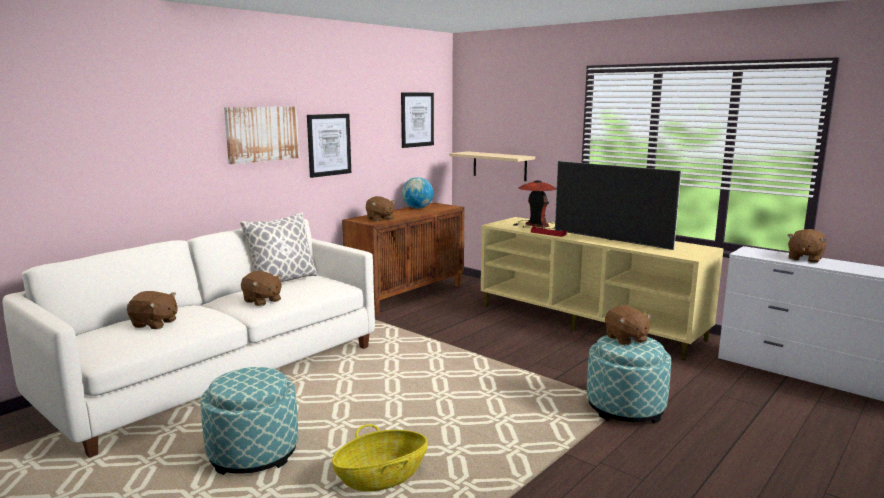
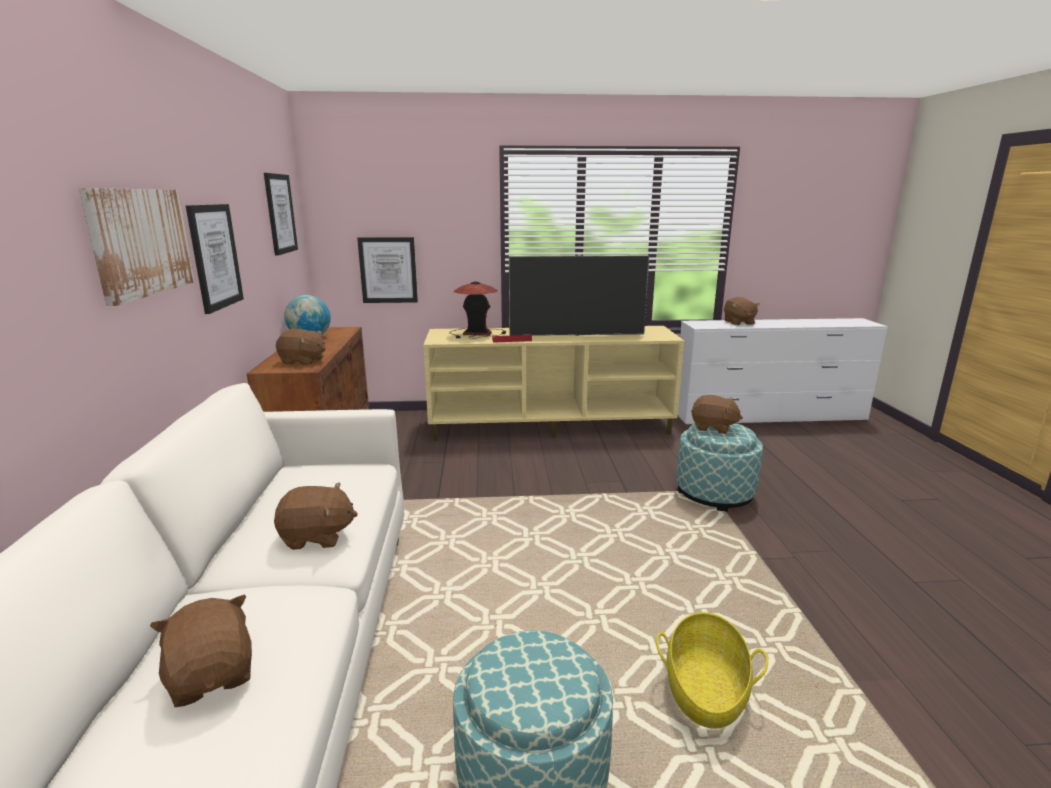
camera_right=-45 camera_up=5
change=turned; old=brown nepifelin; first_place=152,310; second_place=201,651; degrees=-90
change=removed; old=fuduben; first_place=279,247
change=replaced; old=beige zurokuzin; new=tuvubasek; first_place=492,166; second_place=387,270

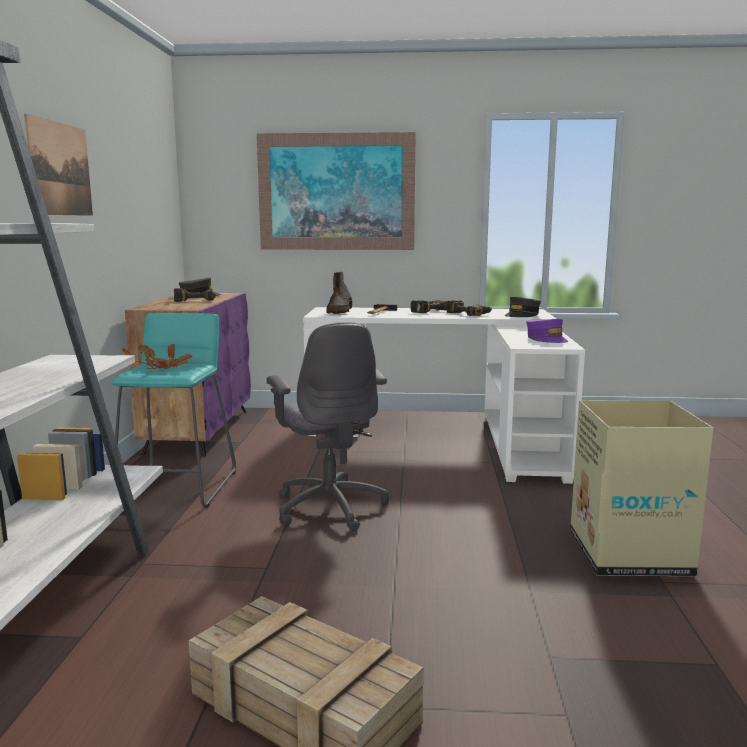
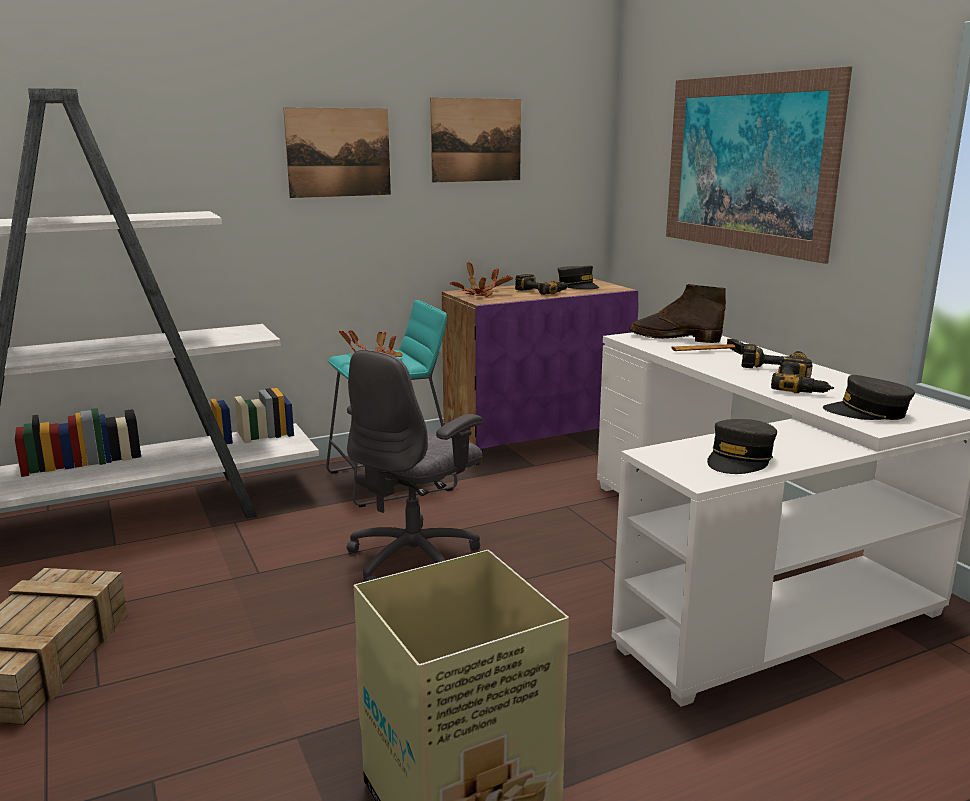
camera_right=60 camera_up=5
change=turned; old=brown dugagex; first_place=339,293; second_place=677,313; degrees=45
change=recoloured; old=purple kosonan; new=grey kosonan; first_place=547,331; second_place=742,446
change=added; new=tuvubasek; second_place=475,140
change=added; new=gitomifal; second_place=481,279

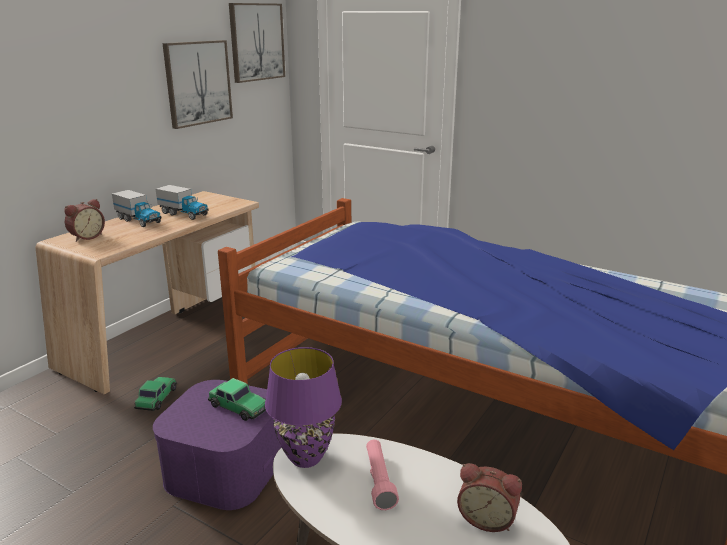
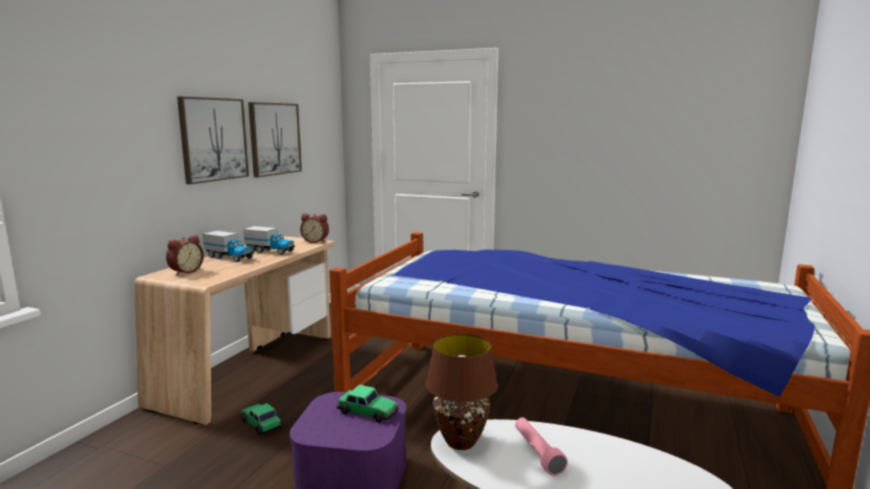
camera_right=-10 camera_up=-10
change=turned; old=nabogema; first_place=155,394; second_place=261,419; degrees=-45
change=moved; old=tuvubasek; first_place=257,43; second_place=213,140
change=recoloured; old=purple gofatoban; new=brown gofatoban; first_place=303,407; second_place=462,392
change=moved; old=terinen; first_place=489,497; second_place=314,228

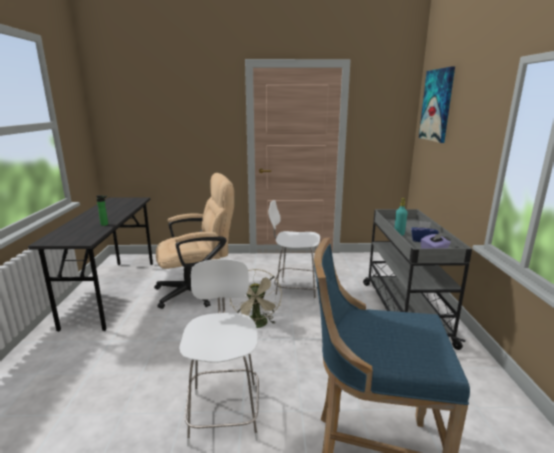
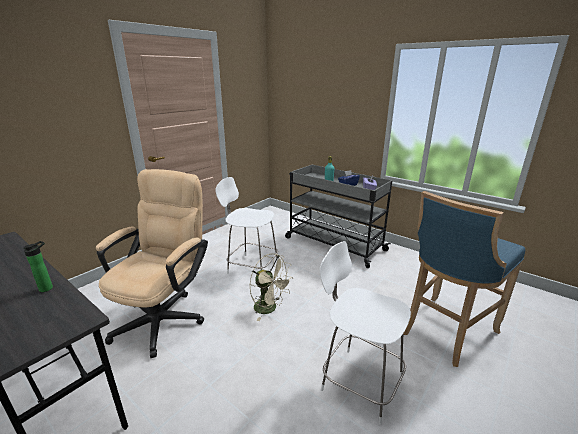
camera_right=-50 camera_up=5
change=turned; old=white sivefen; first_place=294,252; second_place=247,225; degrees=60
change=removed; old=tuvubasek; first_place=437,105

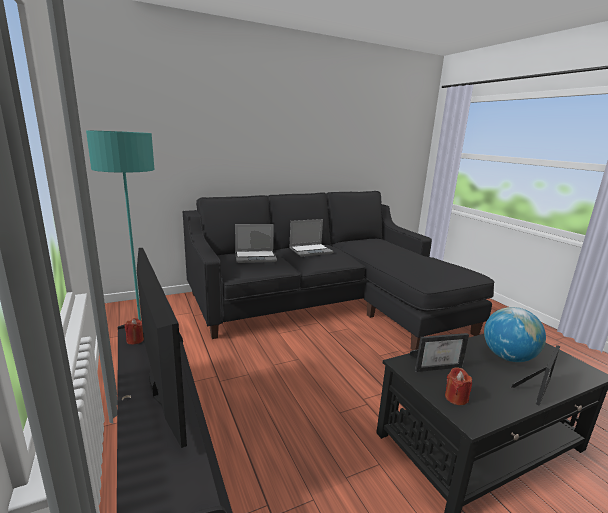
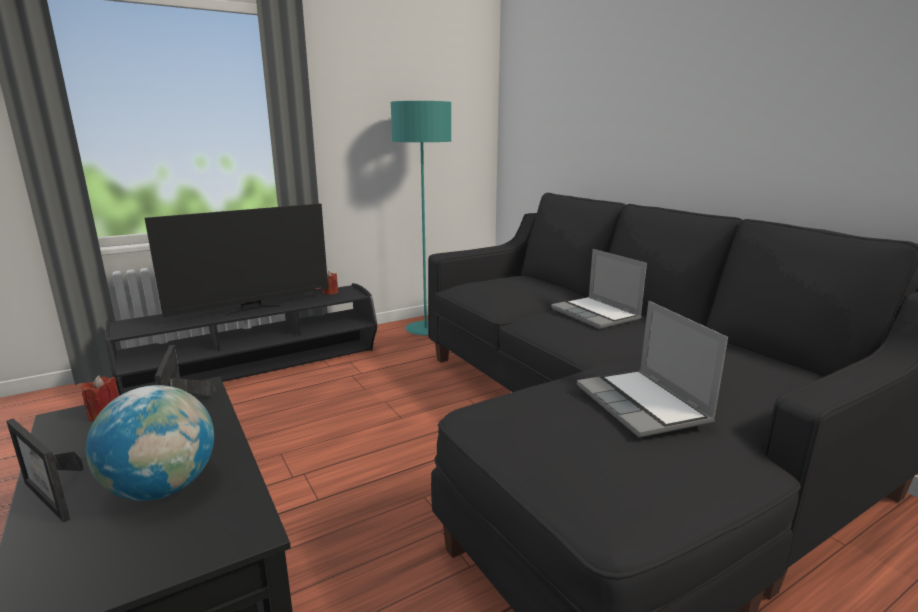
camera_right=85 camera_up=0
change=moved; old=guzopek; first_place=256,243; second_place=652,369

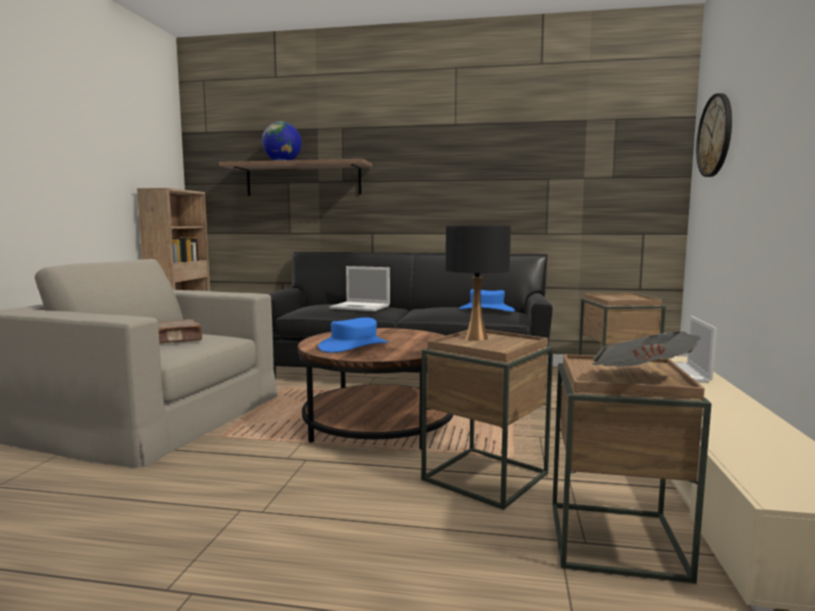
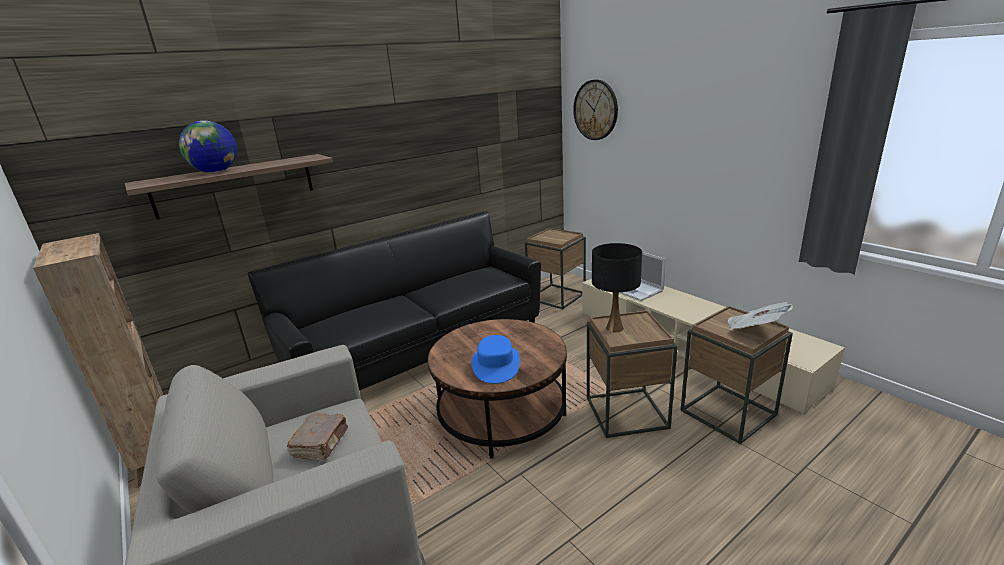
camera_right=-45 camera_up=15
change=removed; old=guzopek; first_place=359,288
change=removed; old=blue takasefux; first_place=487,300

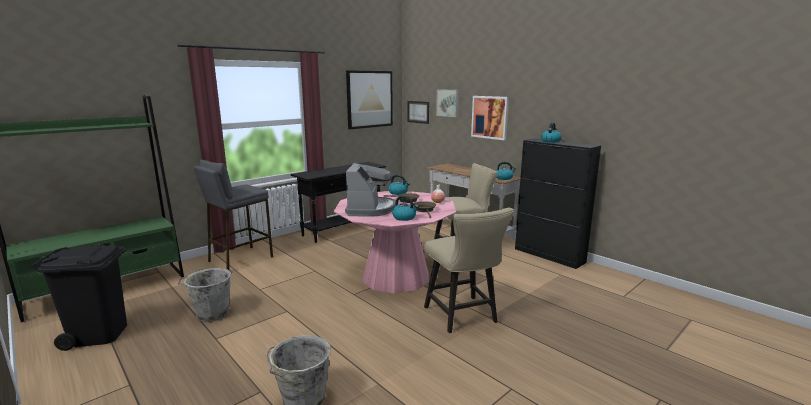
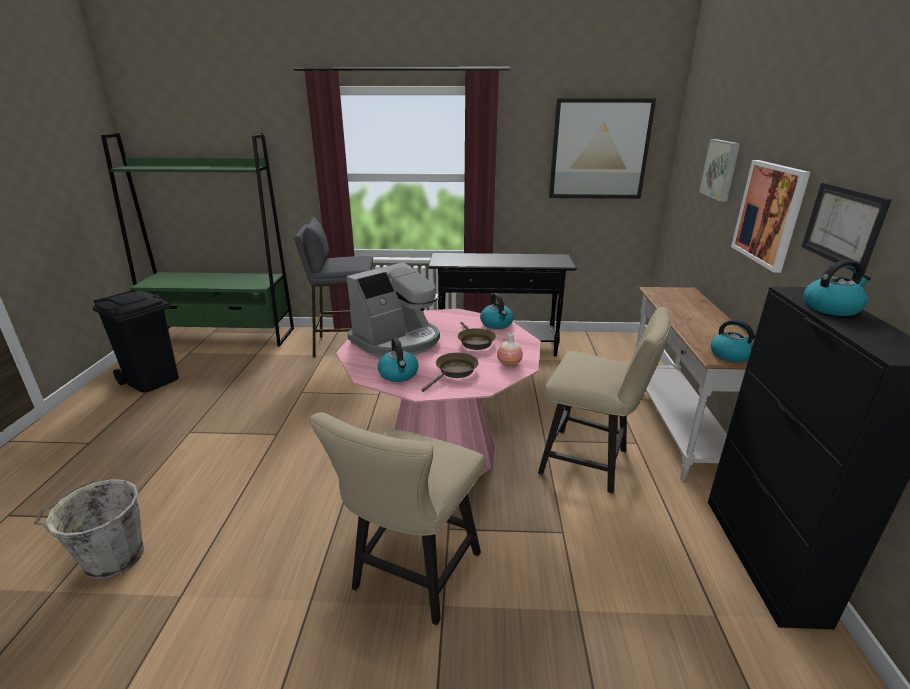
camera_right=45 camera_up=10
change=removed; old=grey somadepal; first_place=204,295
change=moved; old=tuvubasek; first_place=418,112; second_place=847,227

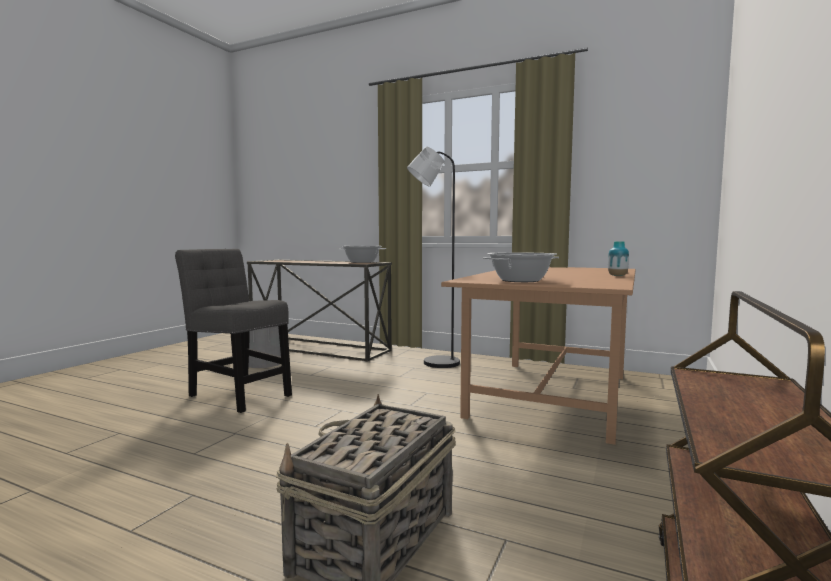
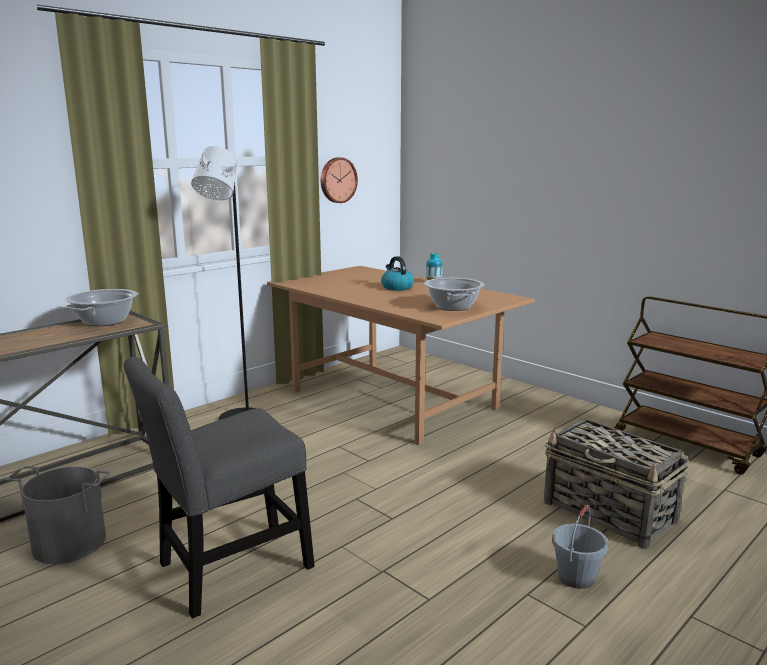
camera_right=-70 camera_up=10
change=added; new=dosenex; second_place=339,180
change=added; new=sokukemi; second_place=397,273
change=added; new=grey somadepal; second_place=580,547

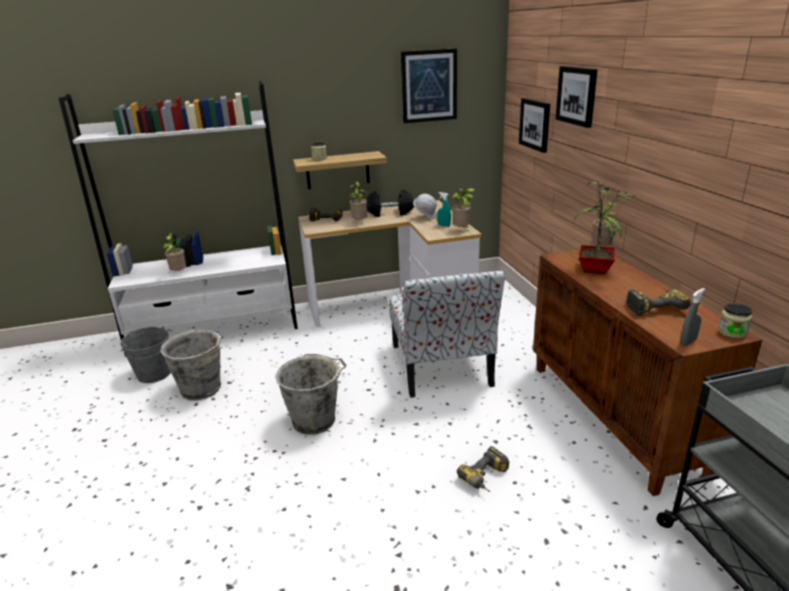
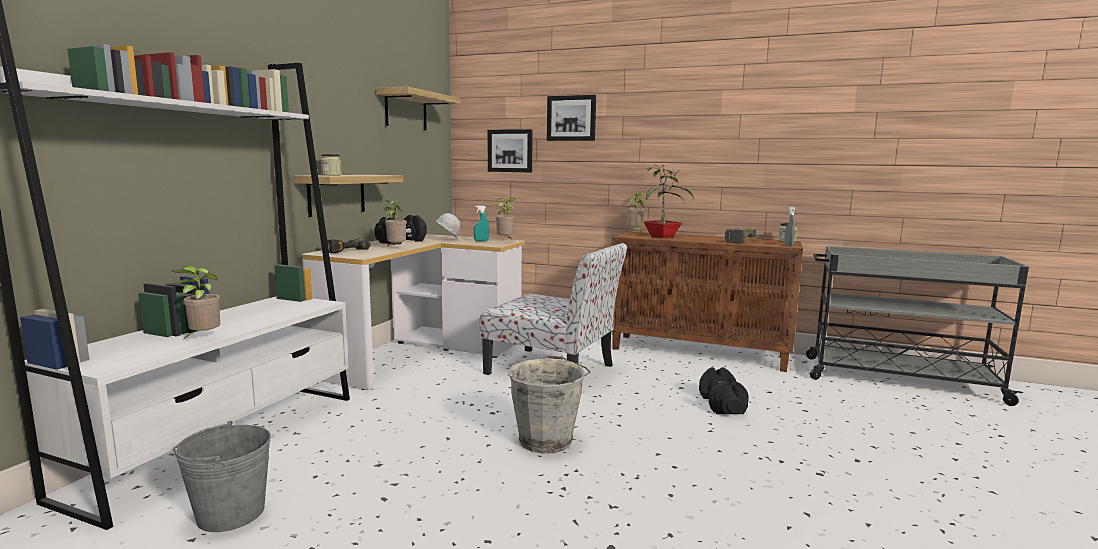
camera_right=-55 camera_up=-15
change=removed; old=grey somadepal; first_place=191,365
change=replaced; old=tuvubasek; new=zurokuzin; first_place=429,85; second_place=418,108
change=replaced; old=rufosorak; new=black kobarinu; first_place=483,469; second_place=724,390

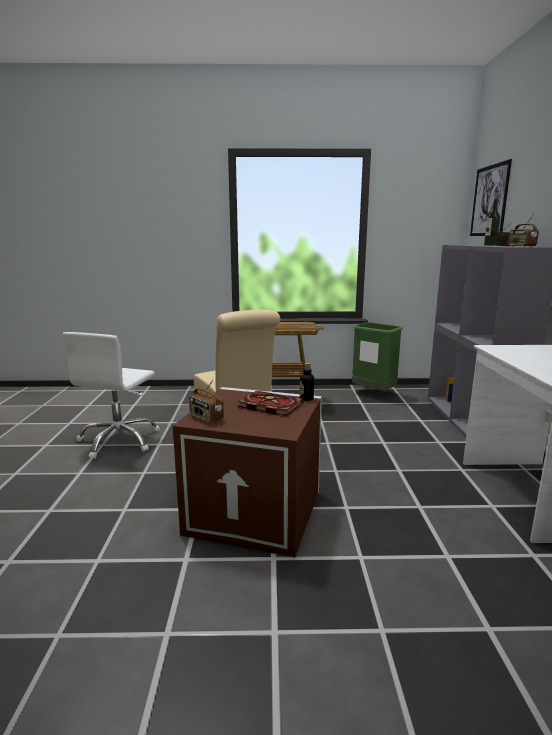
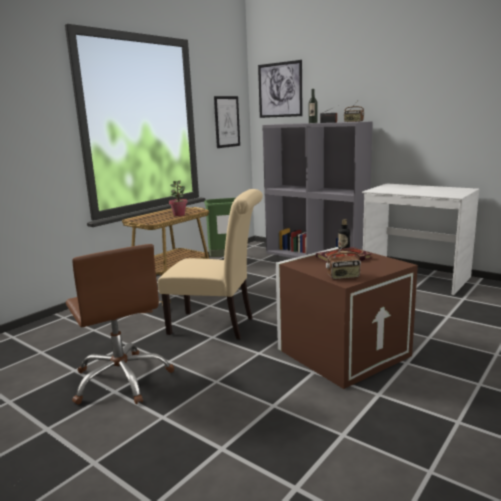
camera_right=-50 camera_up=0
change=recoloured; old=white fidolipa; new=brown fidolipa; first_place=111,395; second_place=120,324
change=added; new=gitomifal; second_place=178,198
change=added; new=tuvubasek; second_place=227,122

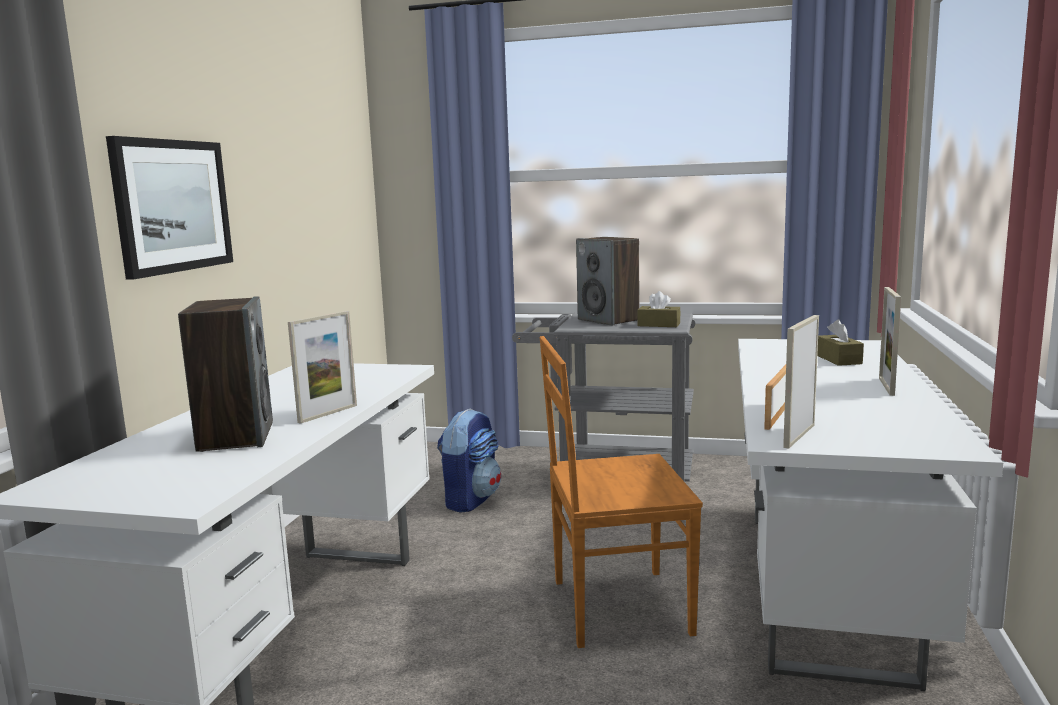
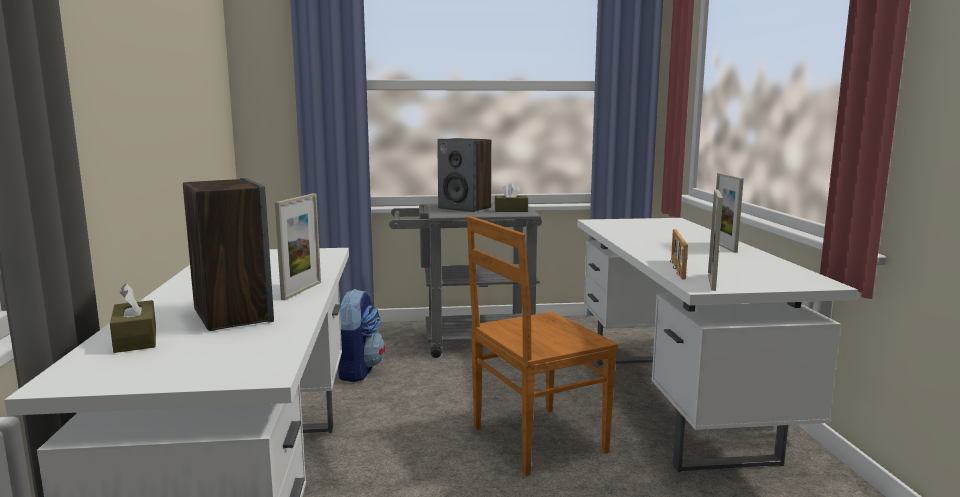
camera_right=-20 camera_up=0
change=removed; old=tuvubasek; first_place=169,208
change=moved; old=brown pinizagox; first_place=840,343; second_place=133,318

